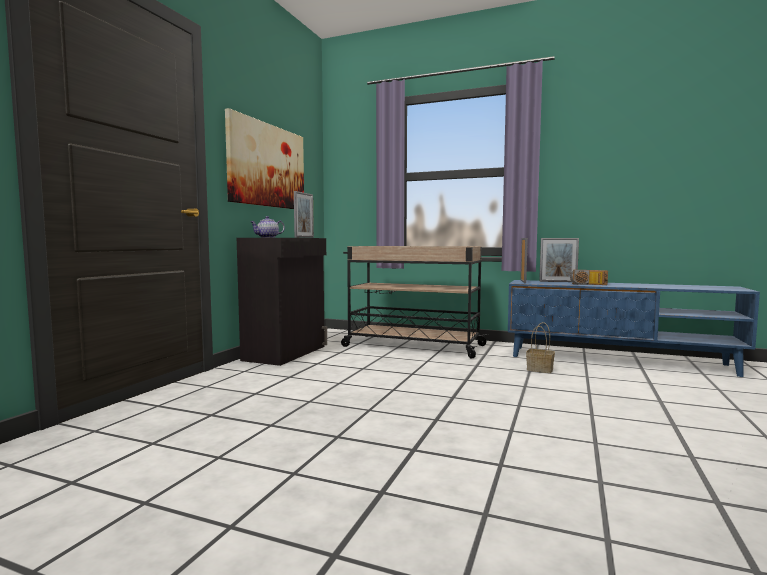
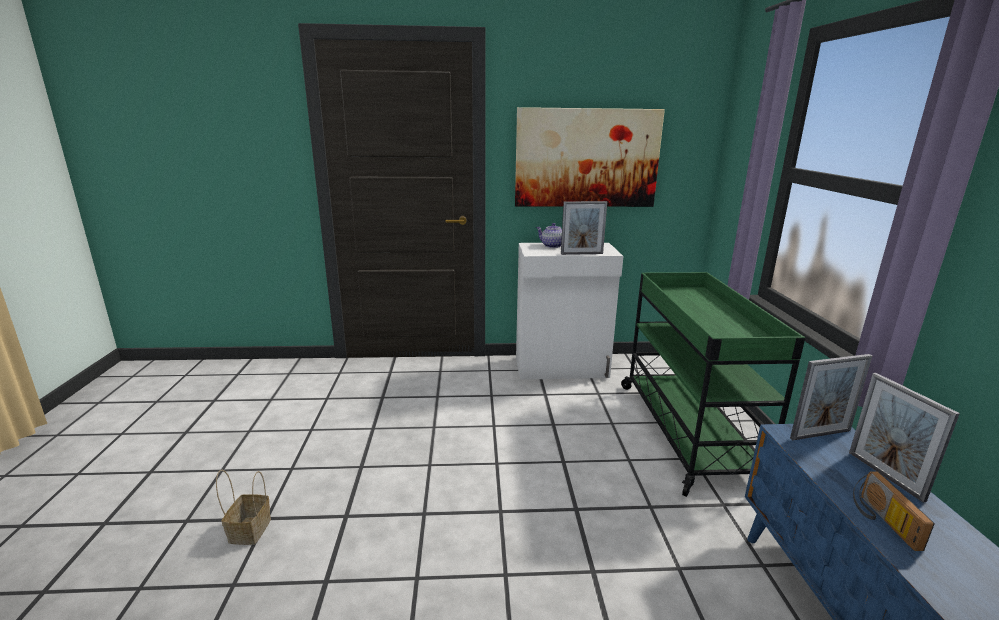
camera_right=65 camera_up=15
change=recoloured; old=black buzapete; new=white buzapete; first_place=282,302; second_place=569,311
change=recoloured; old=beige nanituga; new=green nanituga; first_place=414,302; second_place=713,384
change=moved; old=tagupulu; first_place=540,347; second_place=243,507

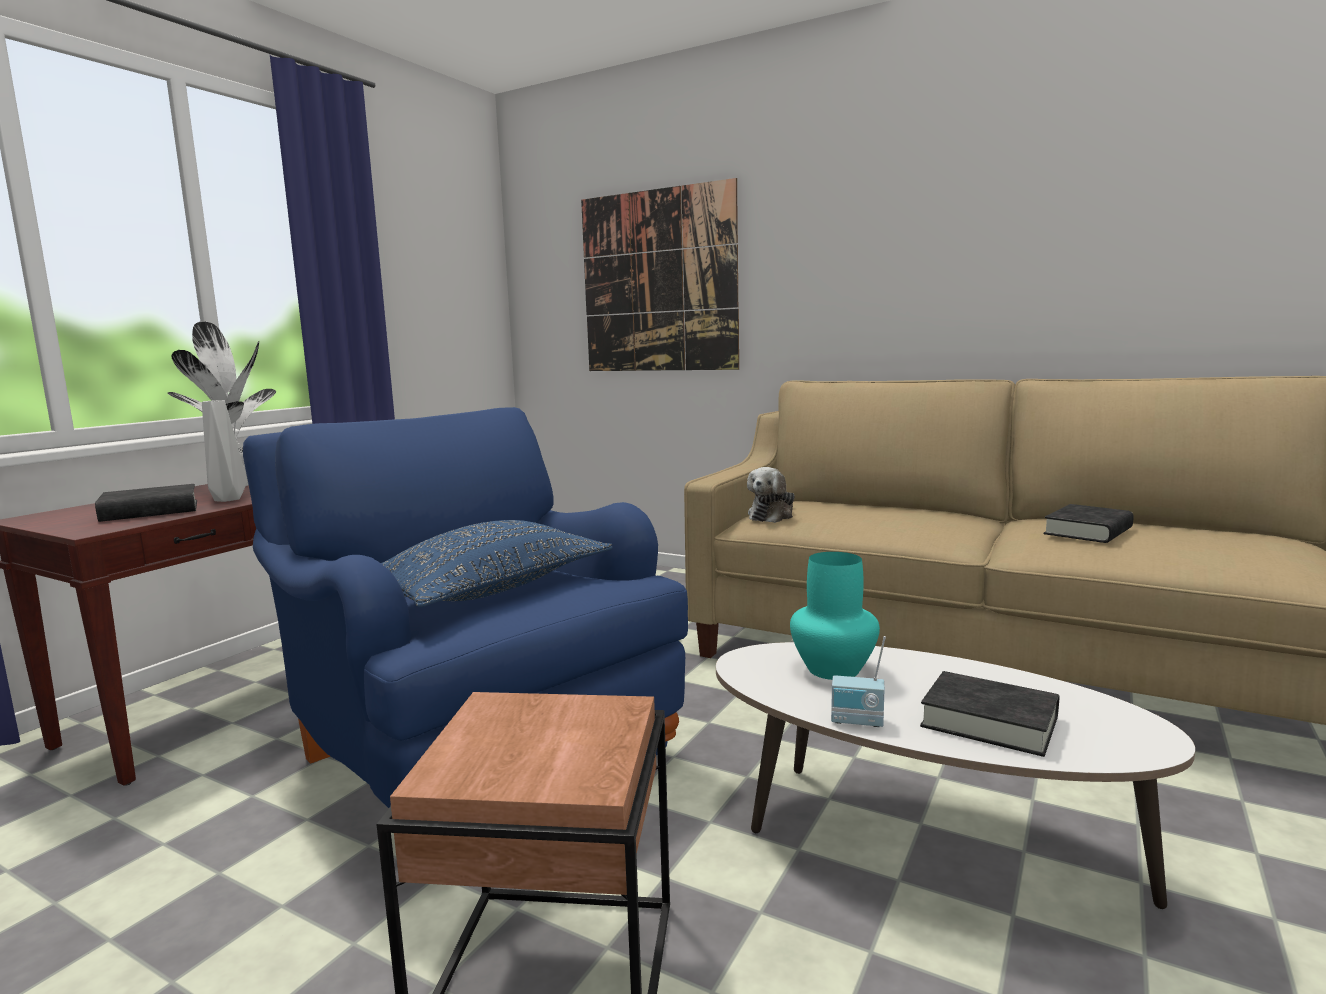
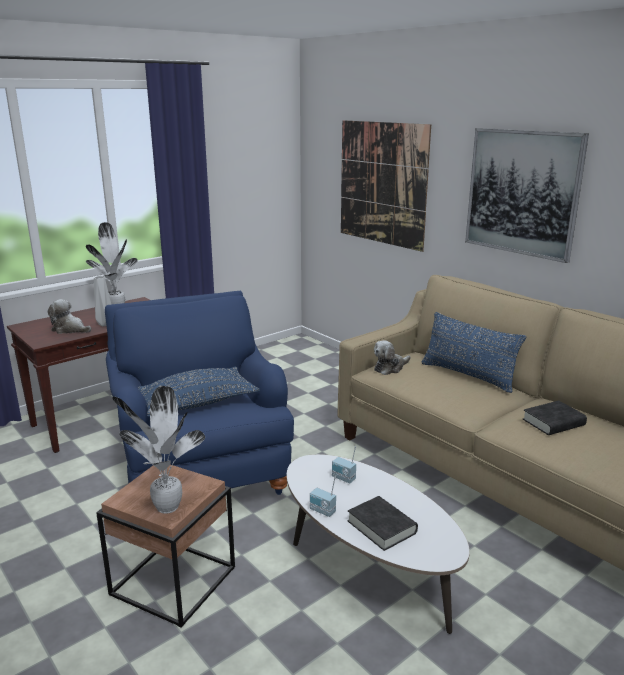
camera_right=20 camera_up=10
change=replaced; old=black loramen; new=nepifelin; first_place=146,503; second_place=69,316
change=replaced; old=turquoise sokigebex; new=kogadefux; first_place=835,616; second_place=344,464
change=added; new=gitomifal; second_place=158,450
change=added; new=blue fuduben; second_place=474,352
change=added; new=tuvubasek; second_place=527,195

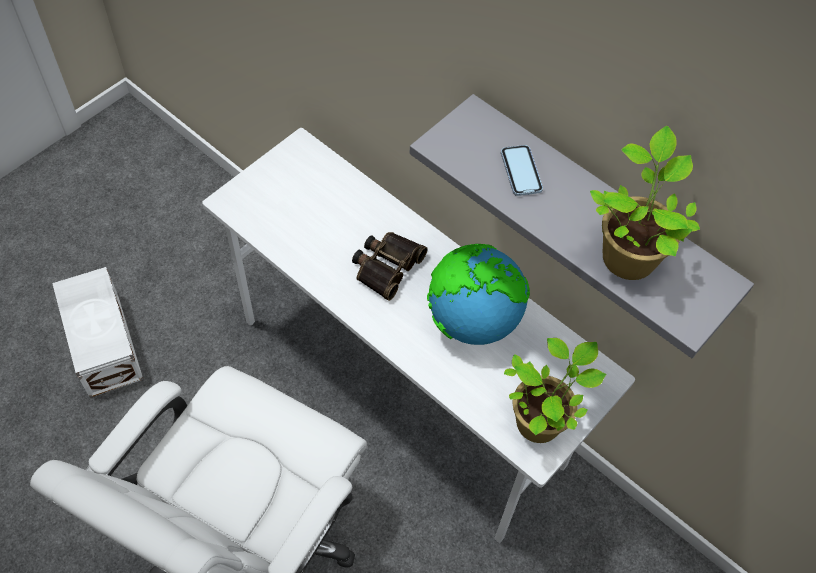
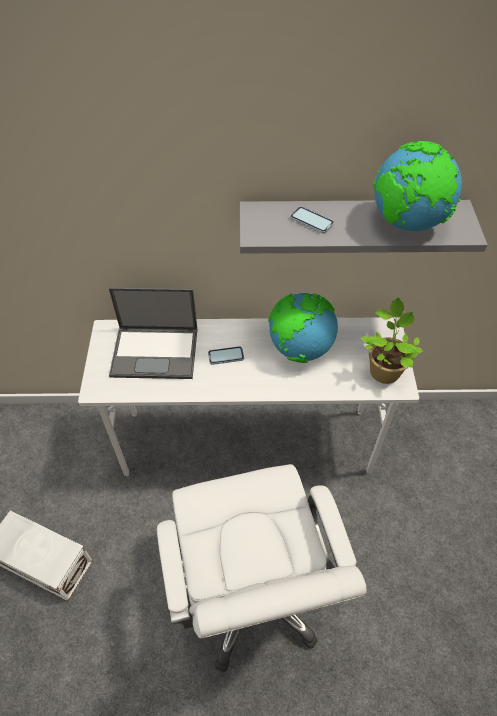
camera_right=-40 camera_up=-5
change=replaced; old=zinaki; new=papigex; first_place=389,266; second_place=226,355
change=replaced; old=gitomifal; new=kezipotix; first_place=645,203; second_place=417,186
change=added; new=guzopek; second_place=153,333

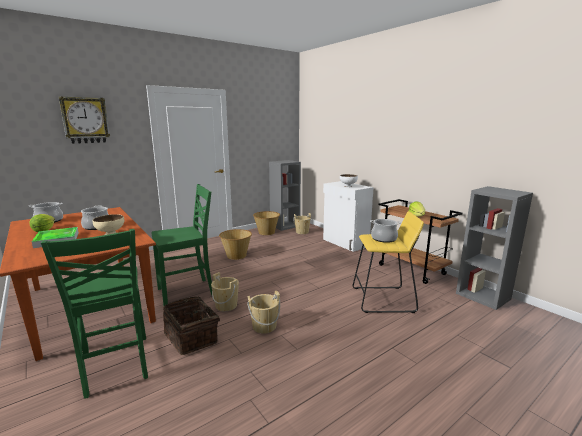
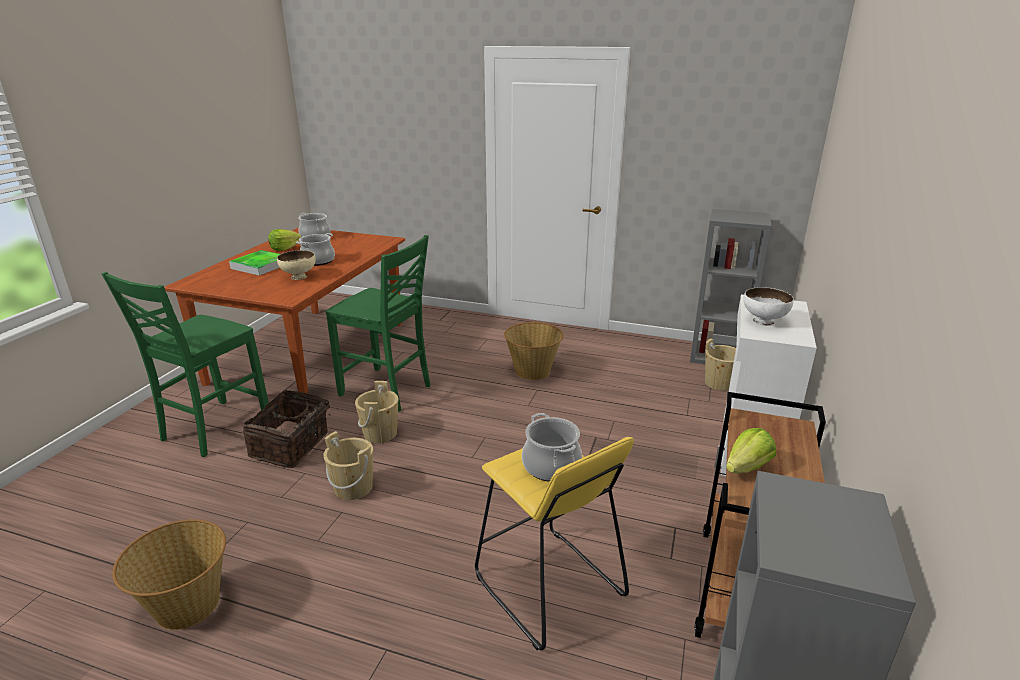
camera_right=55 camera_up=10
change=removed; old=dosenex; first_place=84,120
change=moved; old=tagupulu; first_place=266,223; second_place=169,574

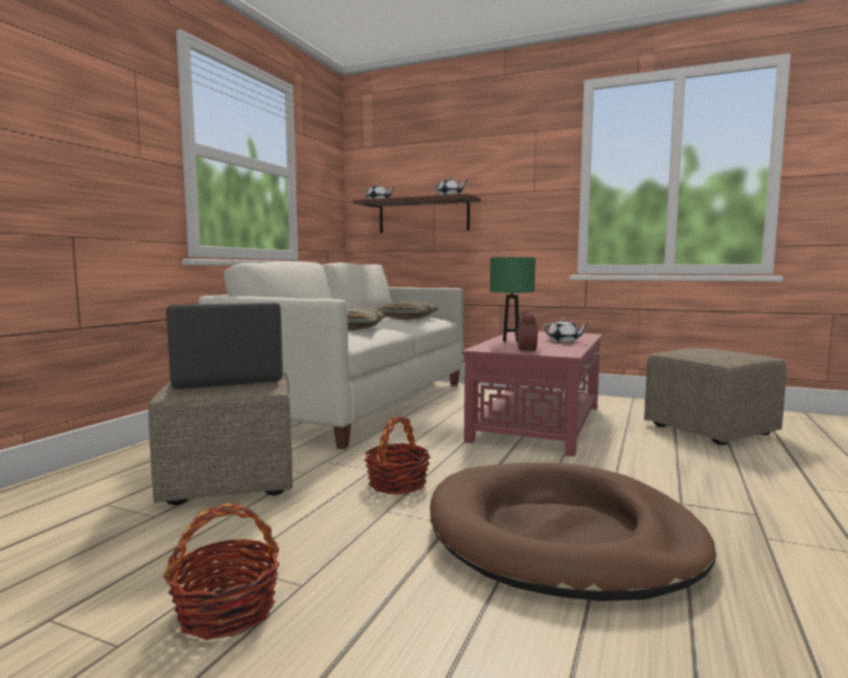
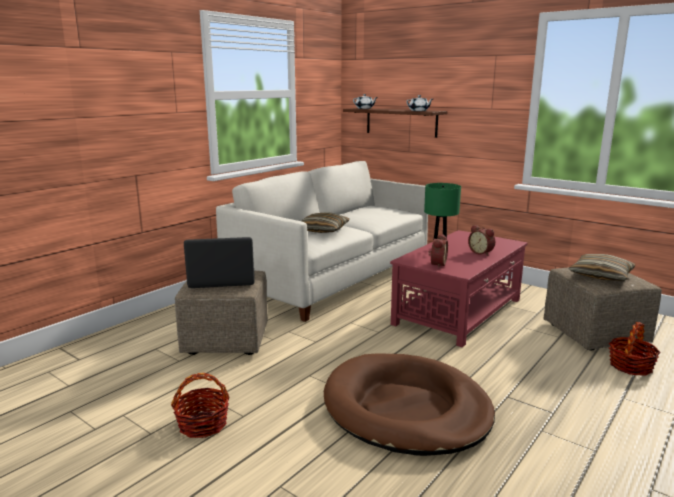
camera_right=15 camera_up=10
change=moved; old=tagupulu; first_place=398,455; second_place=635,349
change=moved; old=fuduben; first_place=407,310; second_place=601,267
change=replaced; old=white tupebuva; new=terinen; first_place=566,330; second_place=481,240

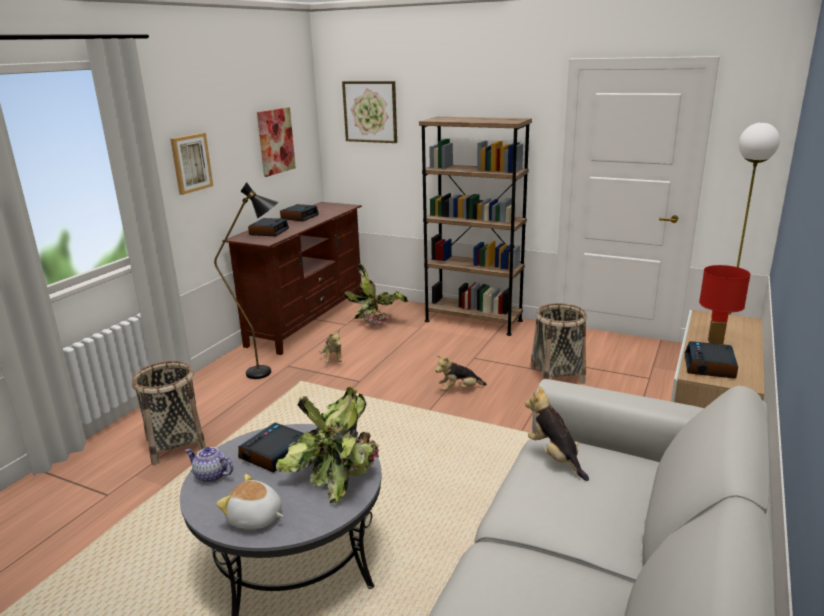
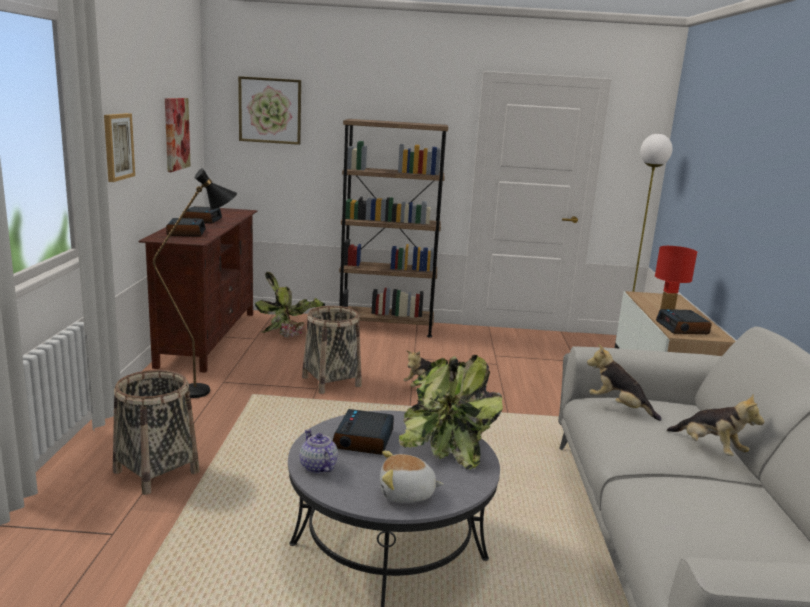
camera_right=-25 camera_up=-5
change=turned; old=tupebuva; first_place=209,465; second_place=319,451; degrees=60
change=moved; old=nepifelin; first_place=331,346; second_place=716,425
change=moved; old=tagupulu; first_place=558,343; second_place=332,350

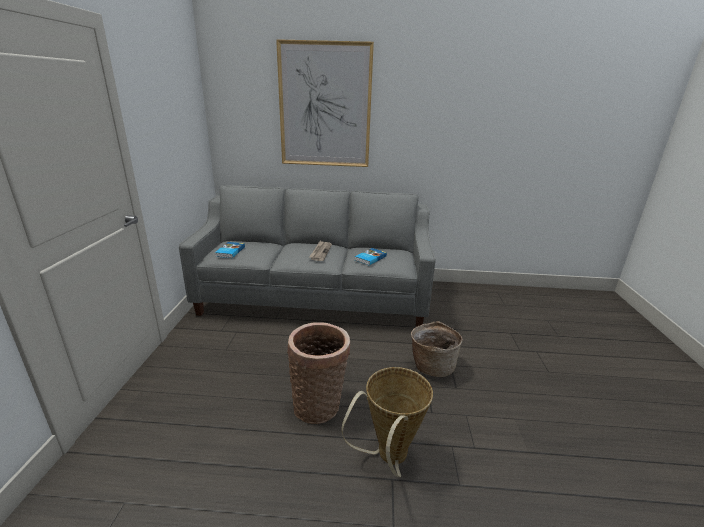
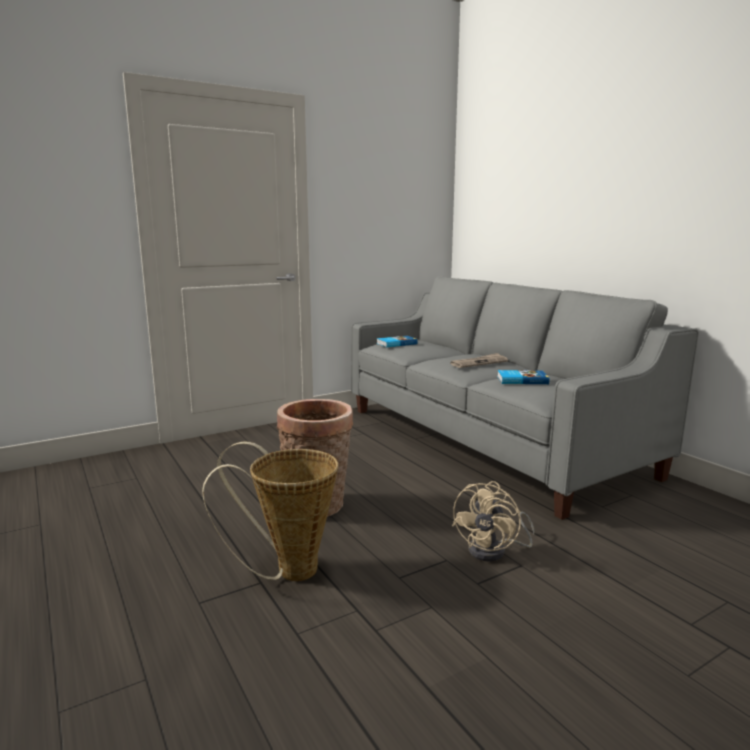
camera_right=55 camera_up=-10
change=removed; old=tuvubasek; first_place=325,103
change=replaced; old=tagupulu; new=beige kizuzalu; first_place=436,349; second_place=493,521

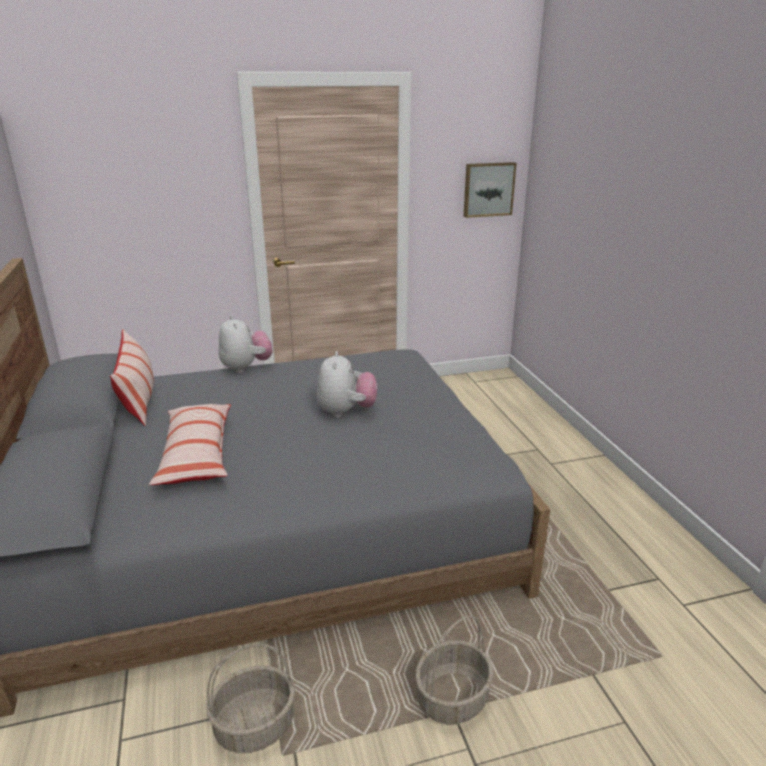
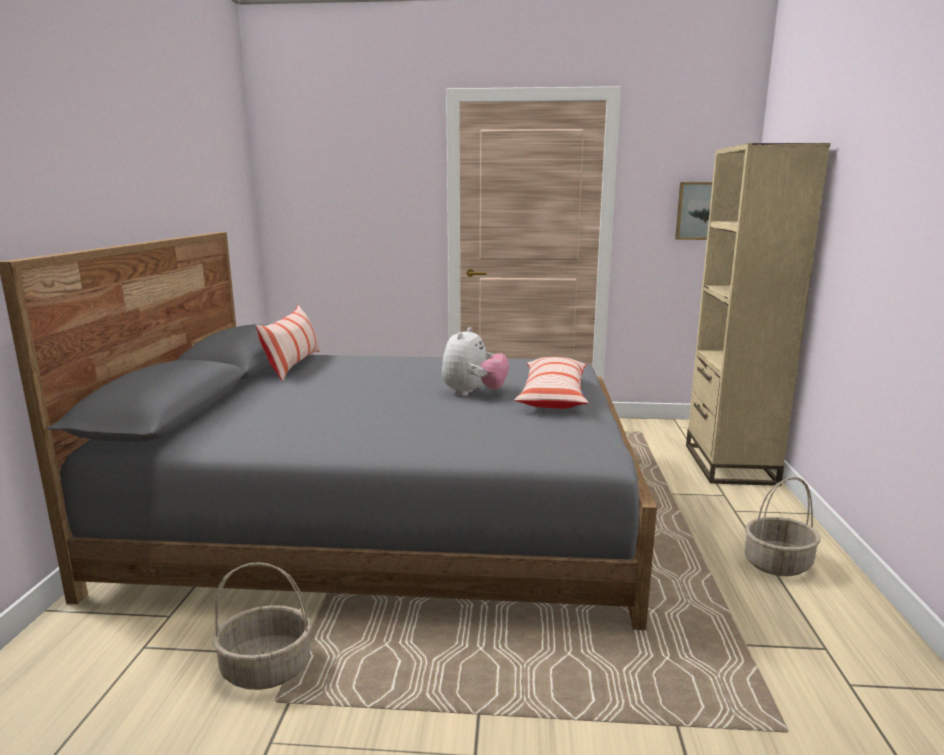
camera_right=20 camera_up=-10
change=moved; old=fuduben; first_place=190,444; second_place=551,383
change=removed; old=nepifelin; first_place=245,344
change=moved; old=tagupulu; first_place=454,670; second_place=782,526
change=added; new=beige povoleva; second_place=758,314

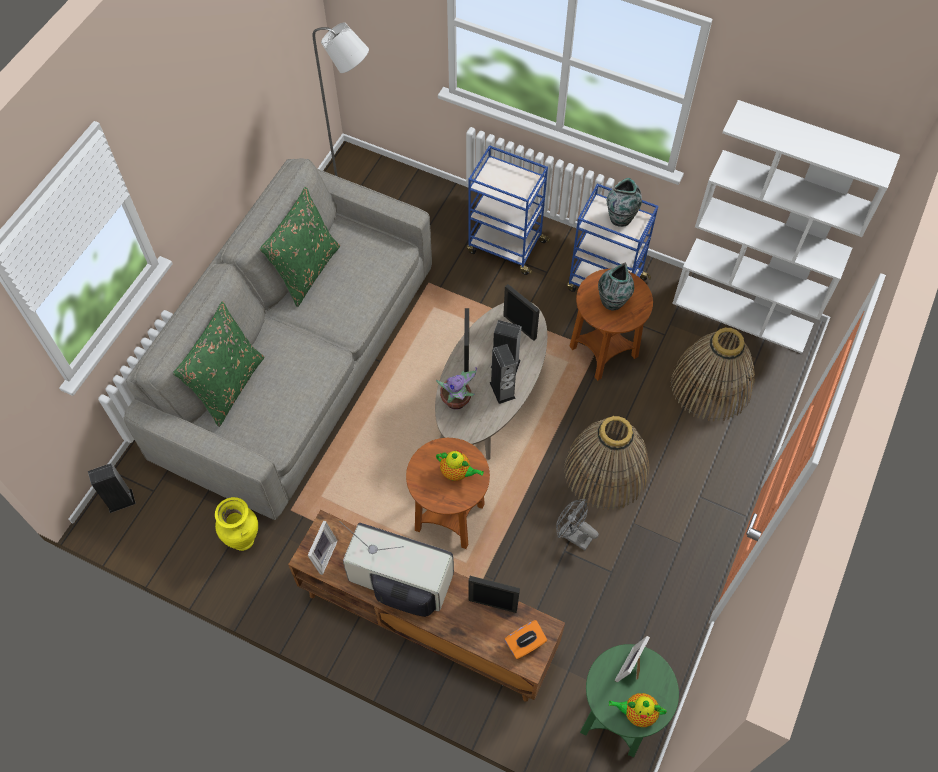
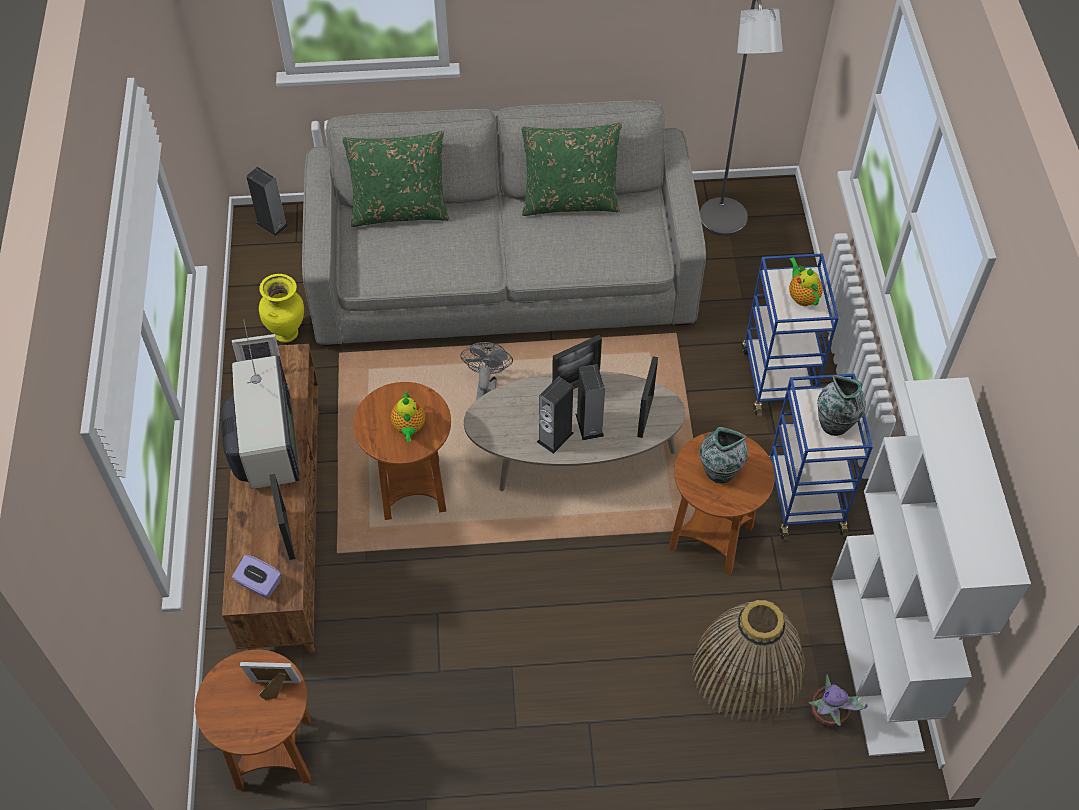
camera_right=60 camera_up=-5
change=moved; old=gitomifal; first_place=456,388; second_place=837,701
change=recoloured; old=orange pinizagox; new=purple pinizagox; first_place=526,639; second_place=256,576
change=moved; old=grey kizuzalu; first_place=577,524; second_place=486,371
change=removed; old=tagupulu; first_place=606,463
change=recoloured; old=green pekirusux; new=brown pekirusux; first_place=629,701; second_place=253,719
change=moved; old=tupebuva; first_place=638,710; second_place=806,281

